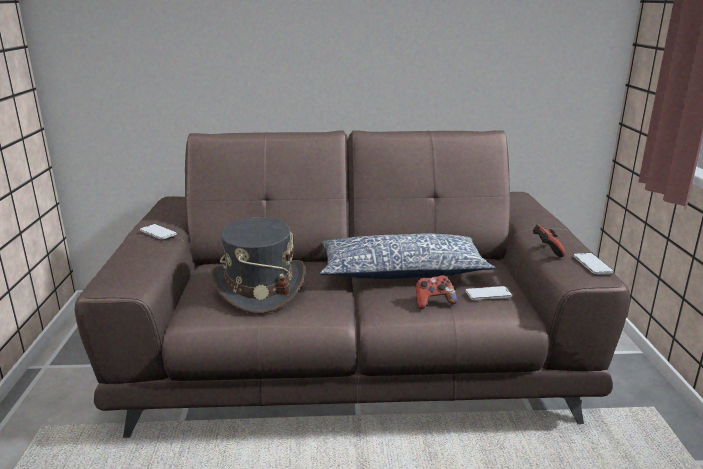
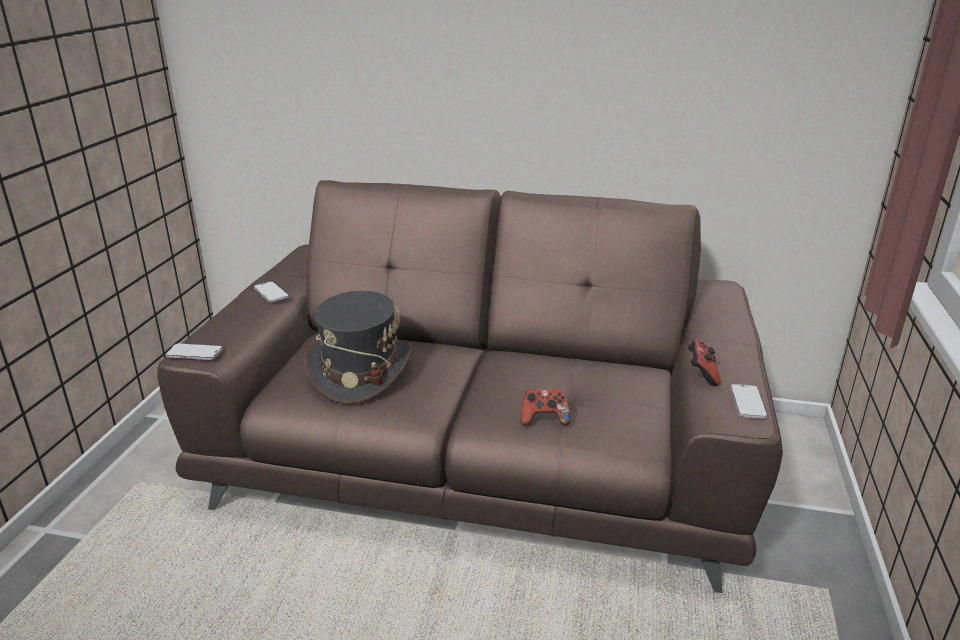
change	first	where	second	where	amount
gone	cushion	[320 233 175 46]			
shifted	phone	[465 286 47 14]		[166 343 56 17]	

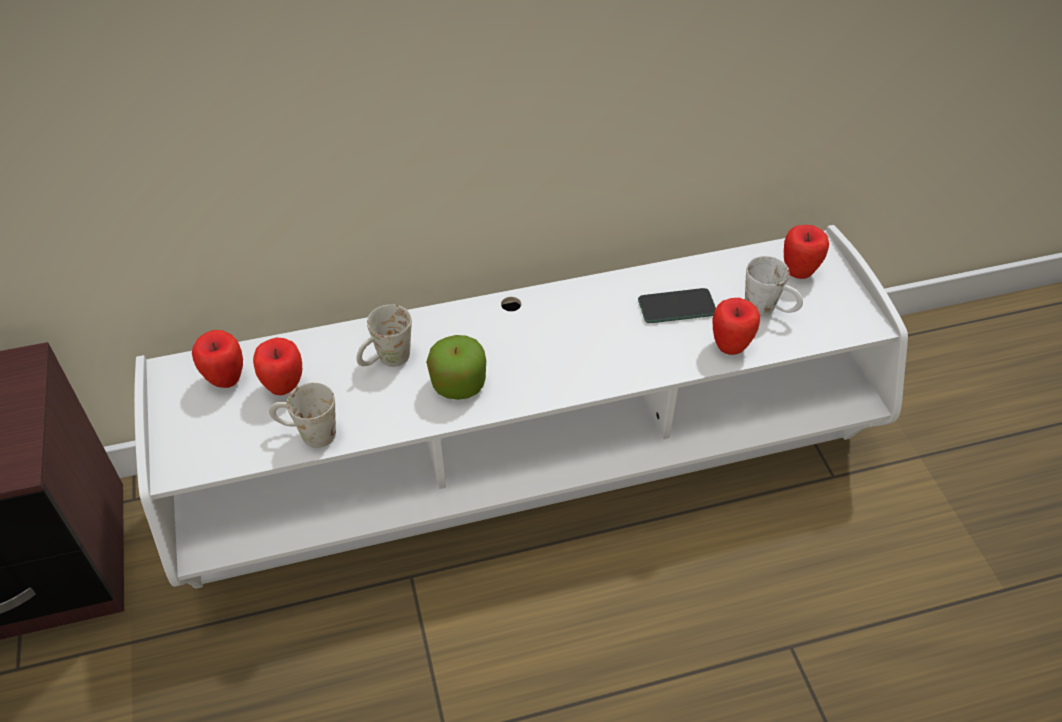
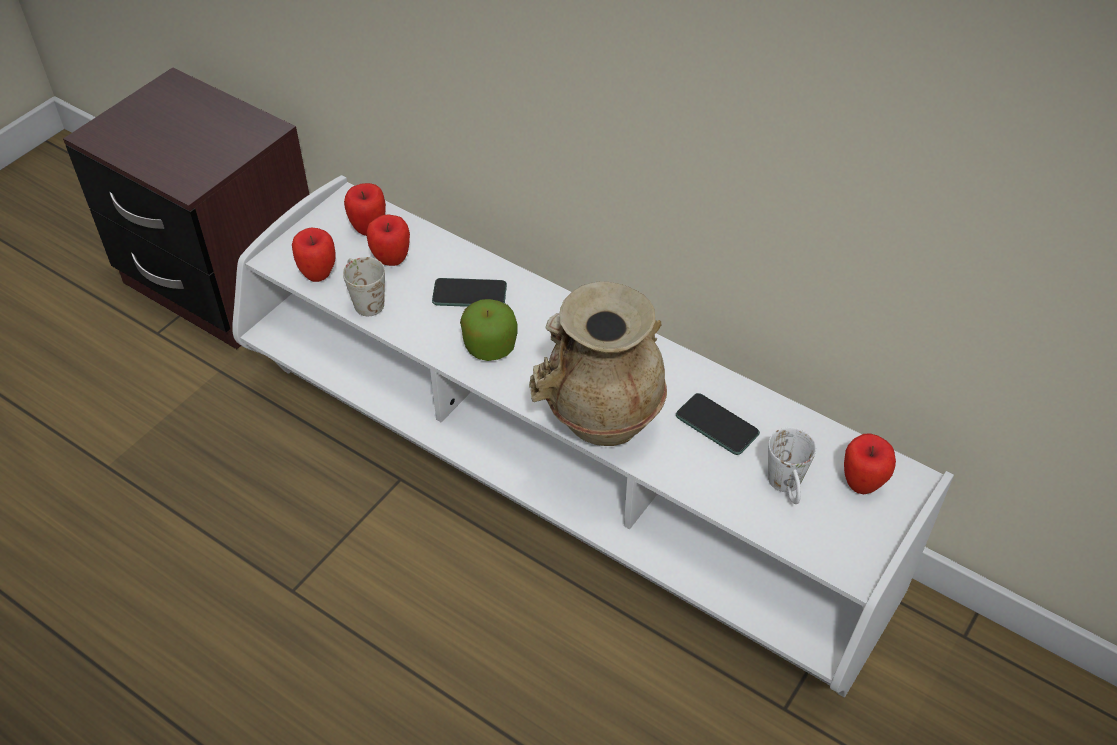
change	first	where	second	where	amount
shifted	apple fruit	[713 298 47 57]		[292 228 44 54]	
swapped	tea mug in white-coloured	[356 304 56 63]	phone	[432 278 75 29]	
new			flower vase in beige-coloured	[529 281 138 165]	

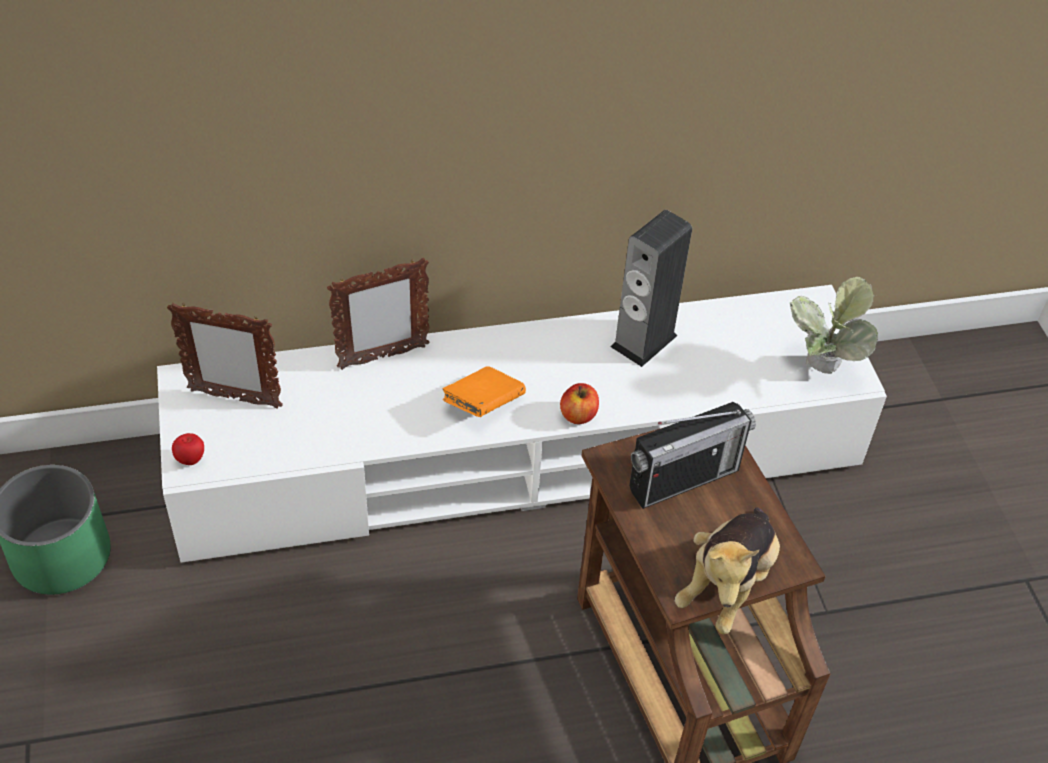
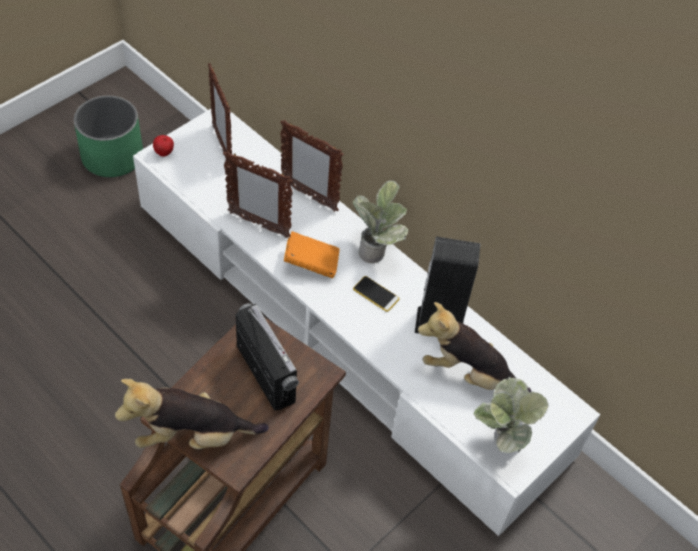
change	first	where	second	where	amount
gone	apple fruit	[560 383 39 41]			
rotated	radio	[629 402 127 107]		[235 303 64 107]	150 degrees counterclockwise
new			photo frame	[223 151 70 87]	
new			houseplant	[353 181 55 82]	
new			phone	[353 276 46 36]	
new			soft toy	[418 302 114 90]	

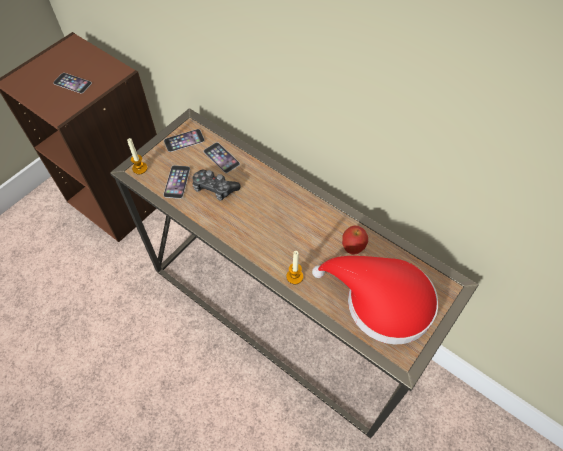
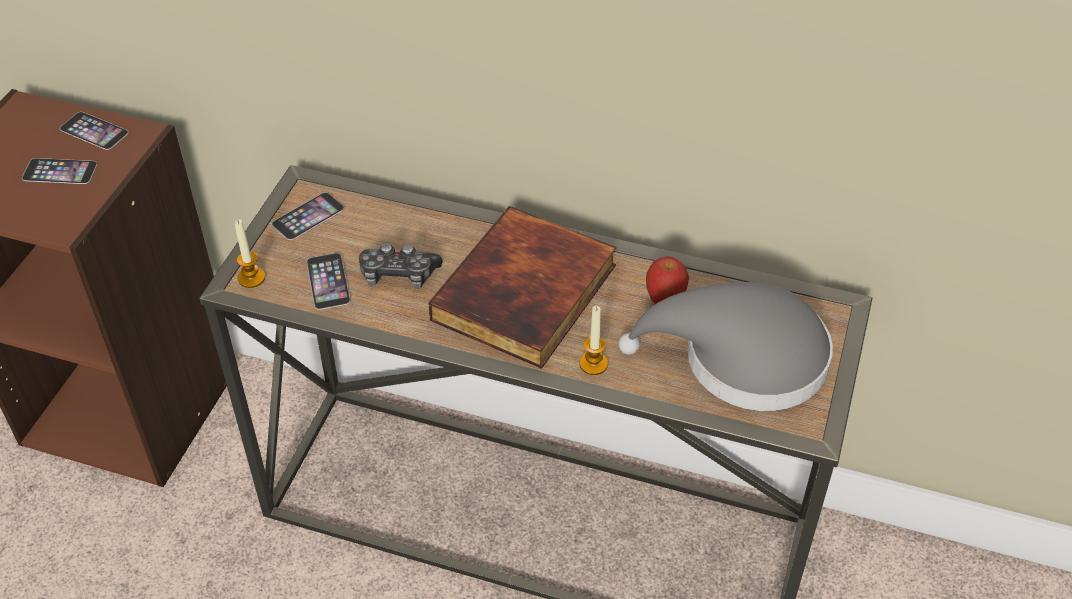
change	first	where	second	where	amount
shifted	phone	[204 142 36 31]		[59 112 69 38]	
repainted	hat in red	[312 256 126 89]	hat in grey	[619 282 214 129]	
new			volume	[428 206 188 163]	

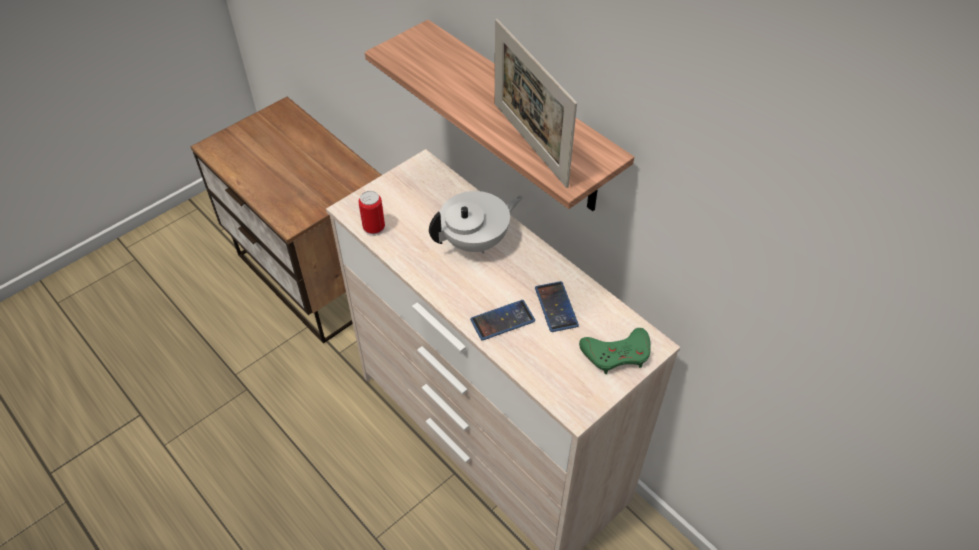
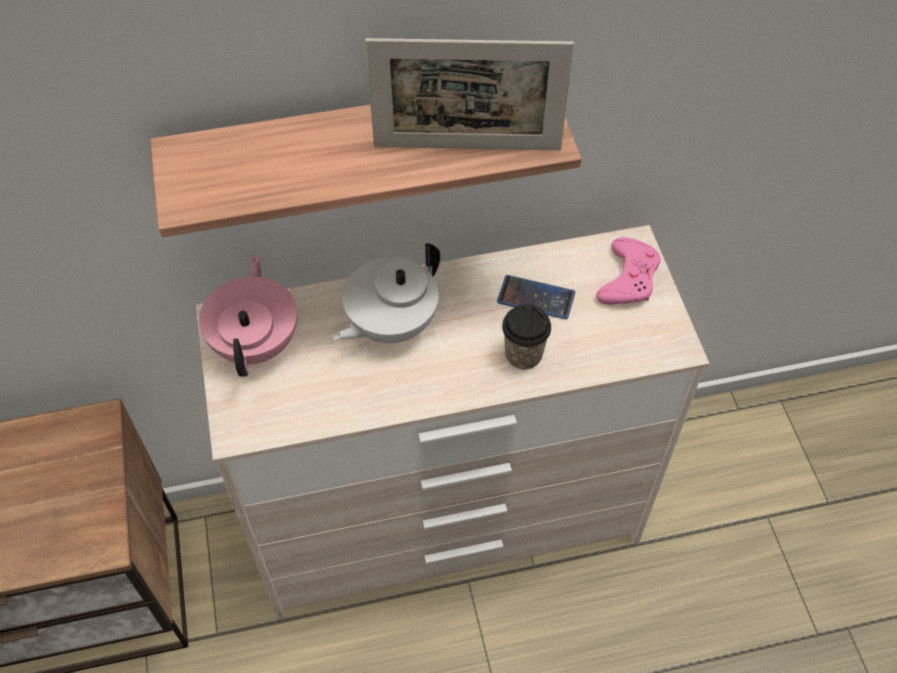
change	first	where	second	where	amount
gone	can	[359 191 26 45]			
rotated	teapot in white-coloured	[429 191 94 63]		[332 243 108 100]	135 degrees counterclockwise
swapped	phone	[470 300 65 41]	cup	[502 304 49 66]	
repainted	gamepad in greenish	[579 328 72 46]	gamepad in pinkish	[596 238 65 67]	
new			teapot in pinkish	[199 255 98 122]	

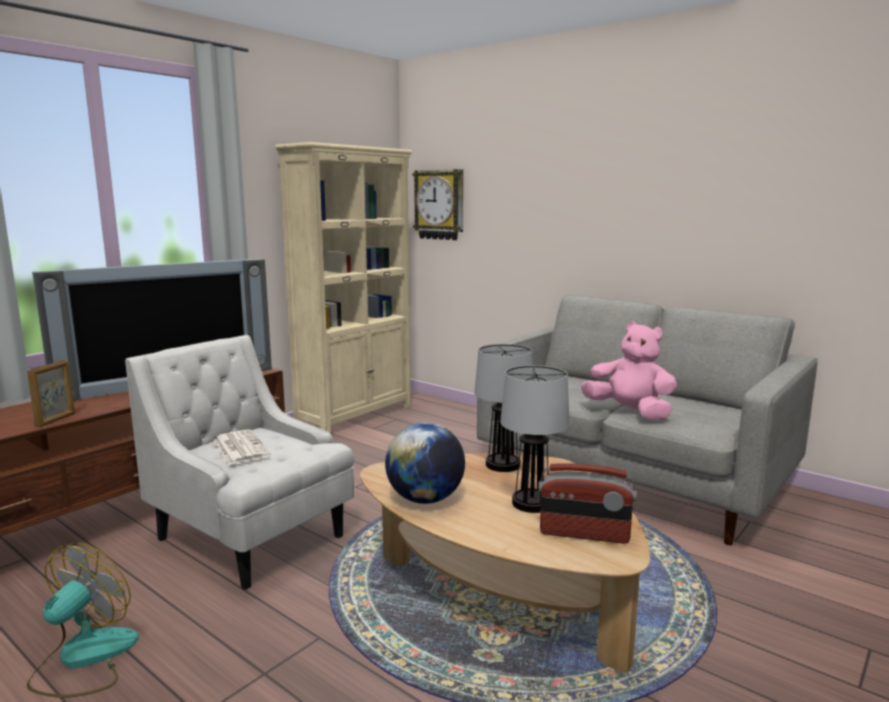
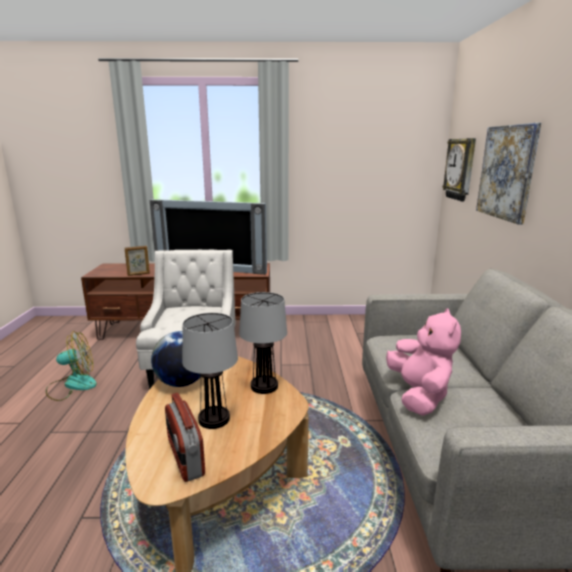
change	first	where	second	where	amount
gone	shelving unit in beige-coloured	[275 142 138 292]			
gone	newspaper	[214 429 57 36]			
new			wall art	[476 123 65 102]	

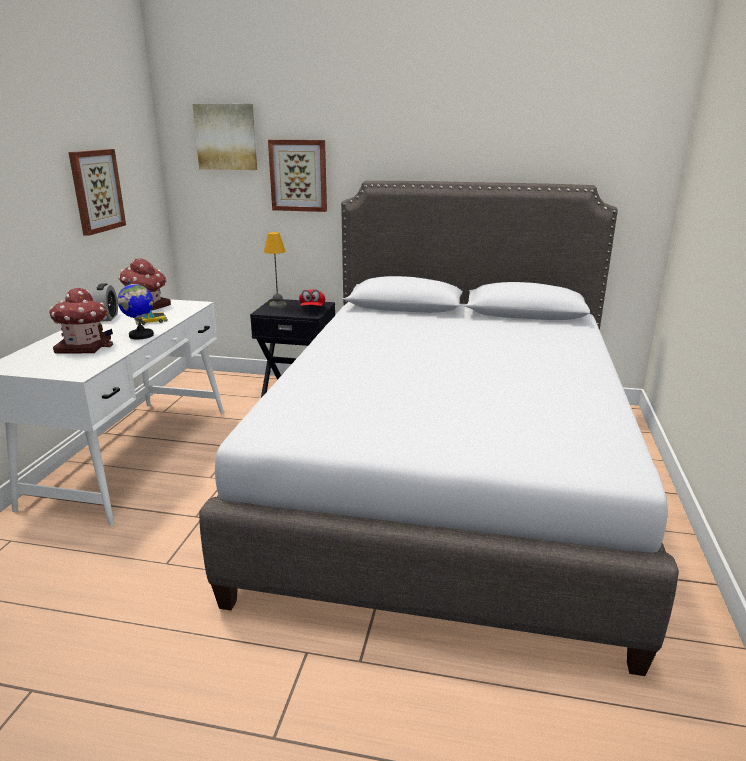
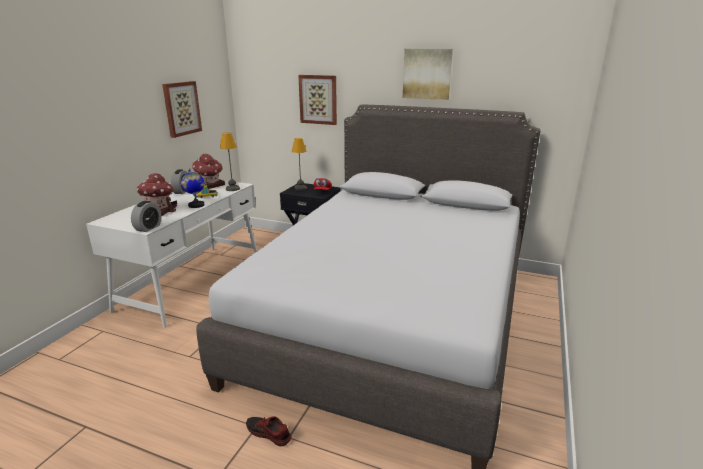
change	first	where	second	where	amount
shifted	wall art	[192 104 65 66]		[403 49 50 51]	
new			table lamp	[220 132 20 59]	
new			bedside clock	[131 201 31 31]	
new			shoe	[246 416 45 30]	

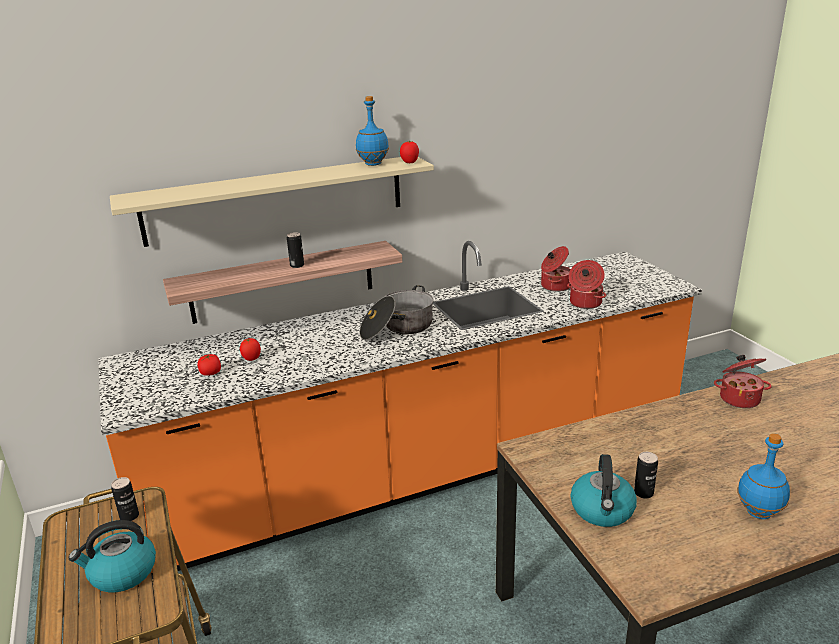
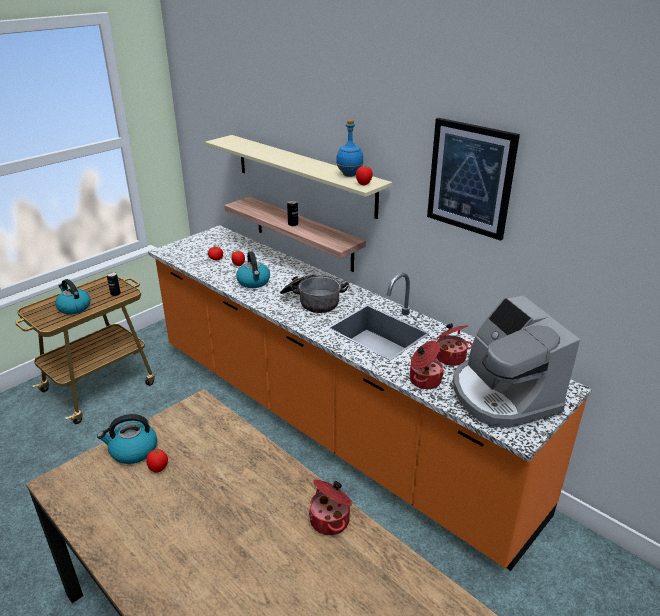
change	first	where	second	where	amount
gone	bottle in bluish	[737 433 53 86]			
swapped	can	[634 452 24 47]	fresh tomato	[146 449 22 24]	
new			wall art	[427 118 93 123]	
new			tea kettle	[236 252 34 36]	
new			coffee brewer	[453 296 127 132]	

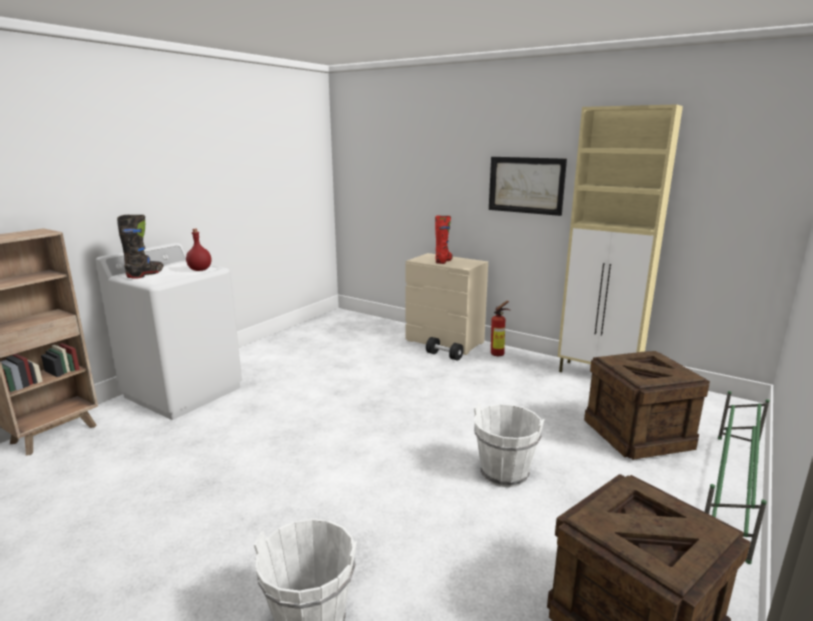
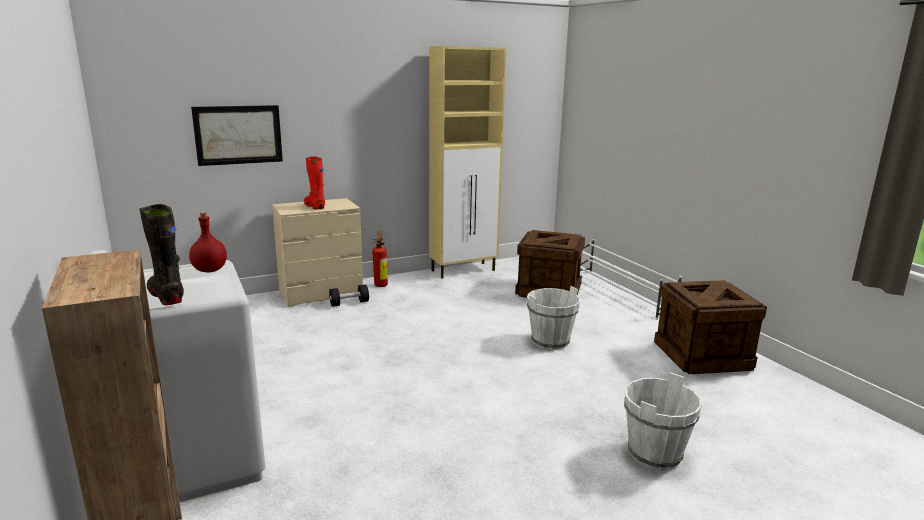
change	first	where	second	where	amount
shifted	wall art	[489 157 78 59]		[191 105 92 61]	
repainted	shoe rack in greenish	[705 391 65 173]	shoe rack in white-coloured	[580 239 102 81]	

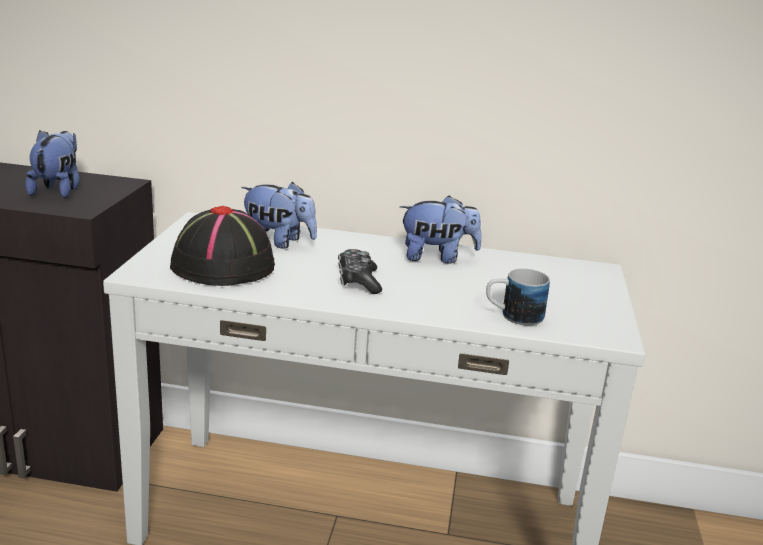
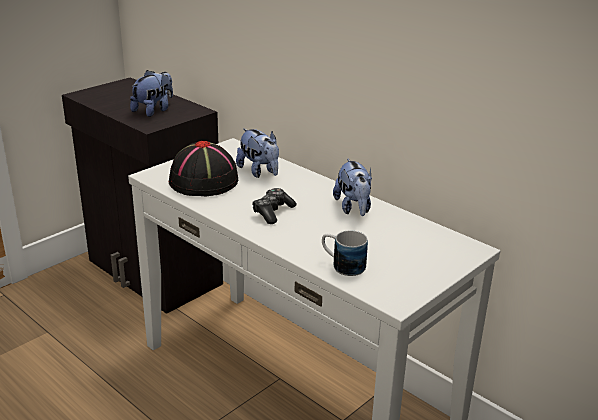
change	first	where	second	where	amount
rotated	soft toy	[400 195 82 69]		[333 159 39 57]	45 degrees clockwise

